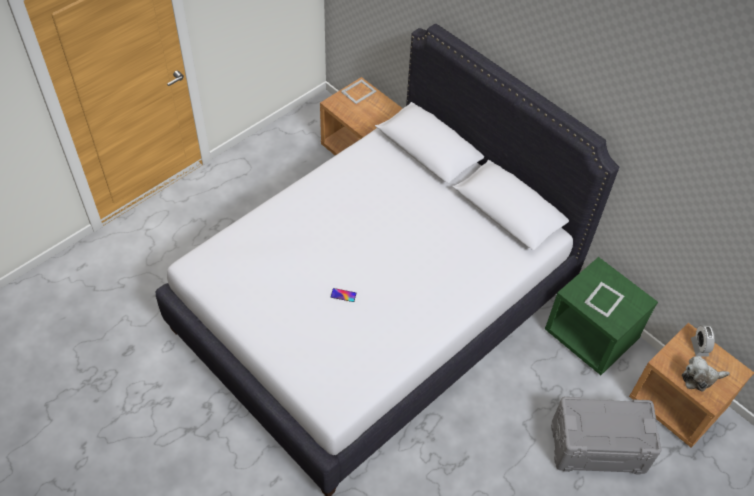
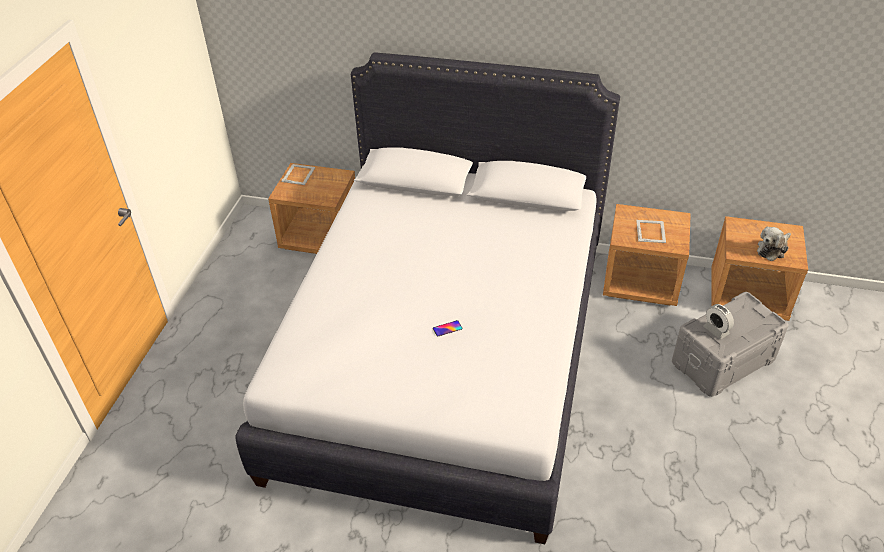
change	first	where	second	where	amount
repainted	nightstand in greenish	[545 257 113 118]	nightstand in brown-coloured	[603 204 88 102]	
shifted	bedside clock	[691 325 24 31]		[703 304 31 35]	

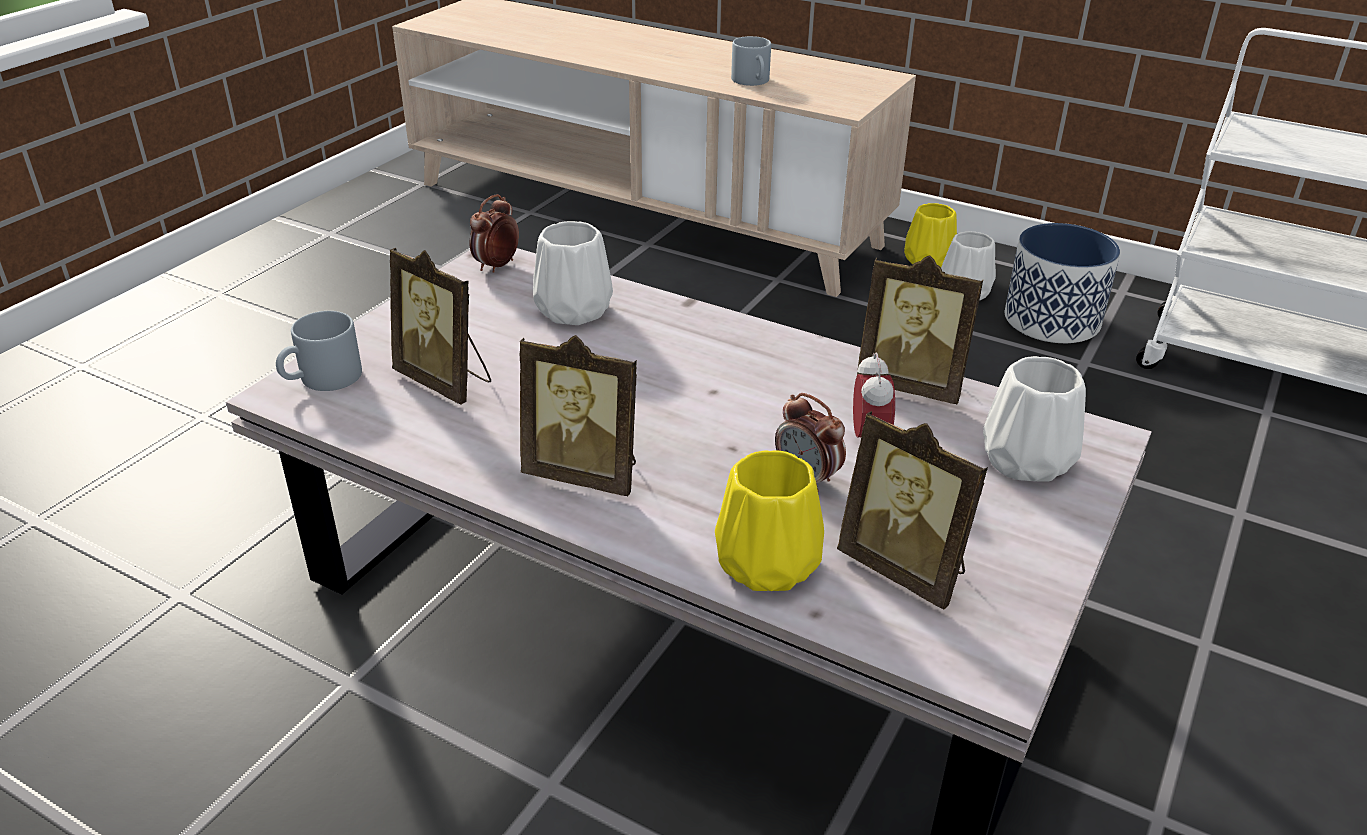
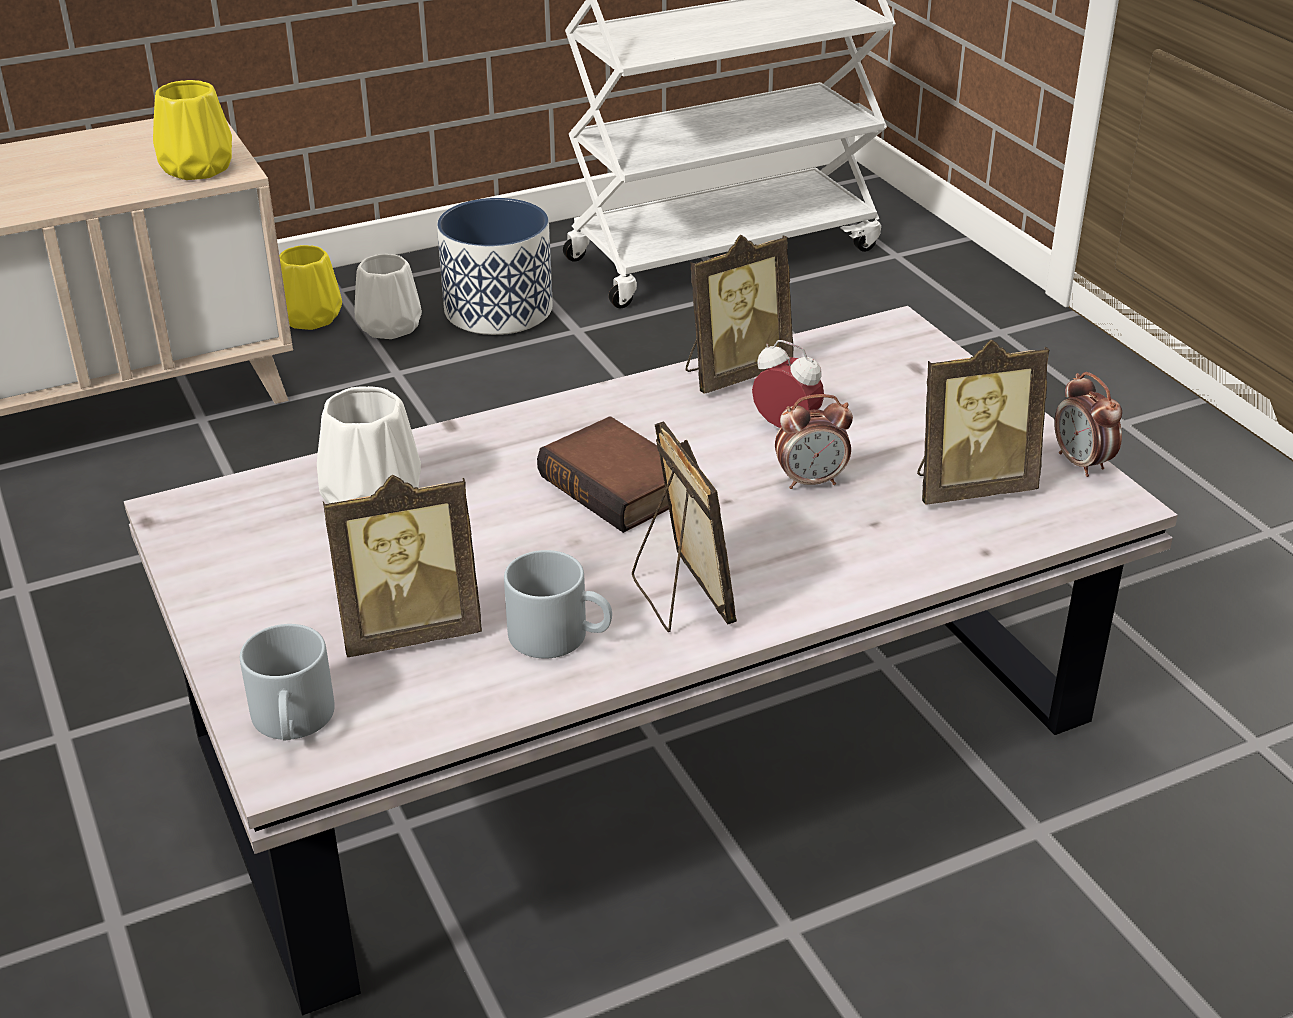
change	first	where	second	where	amount
shifted	tea mug in grey	[731 36 40 50]		[504 550 108 108]	
shifted	bedside clock	[469 194 50 79]		[1054 372 68 105]	
rotated	photo frame	[520 335 117 161]		[632 421 105 211]	75 degrees counterclockwise
gone	flower vase in white-coloured	[983 356 103 126]			
shifted	flower vase in yellow	[715 450 109 141]		[153 80 79 100]	
new			volume	[537 416 132 117]	

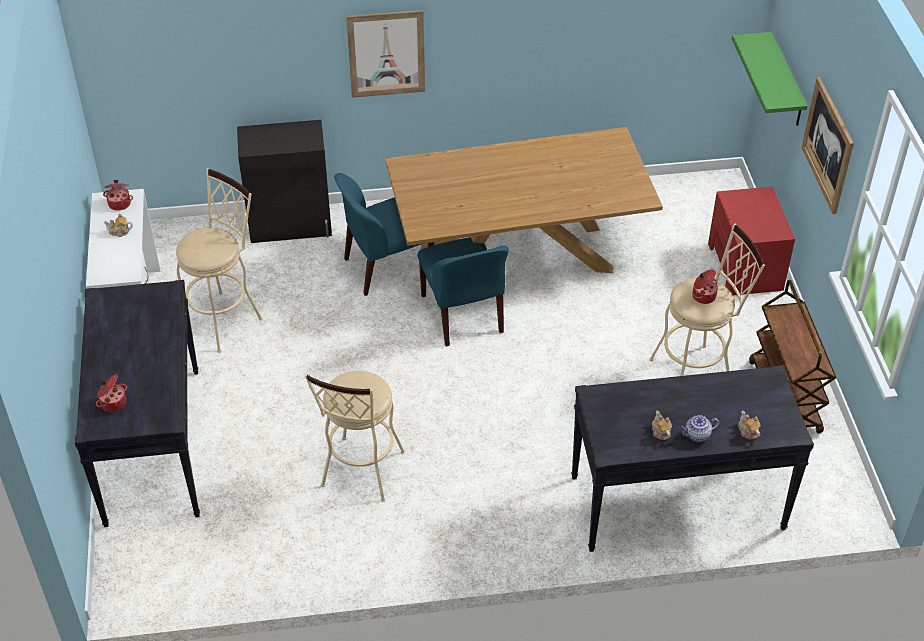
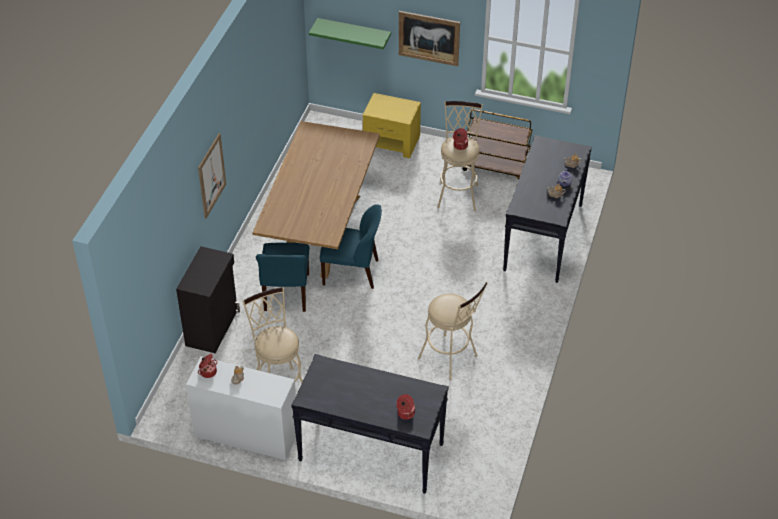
change	first	where	second	where	amount
repainted	nightstand in red	[708 187 87 108]	nightstand in yellow	[363 93 58 65]	

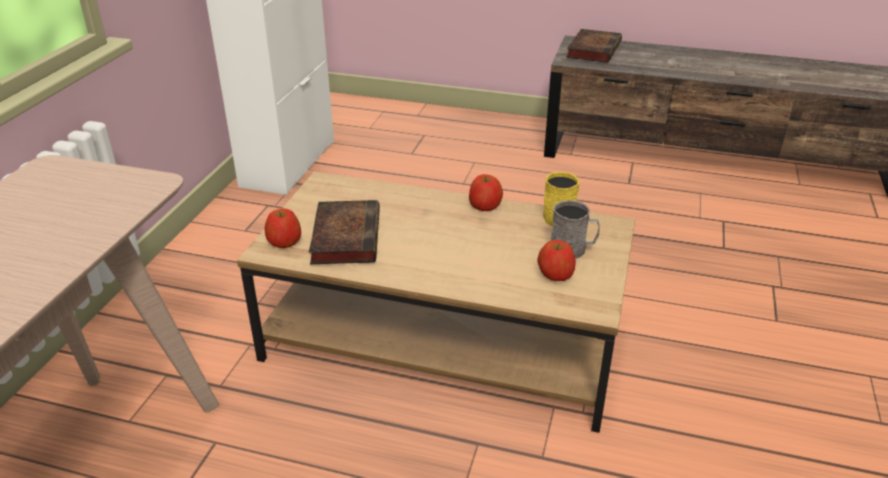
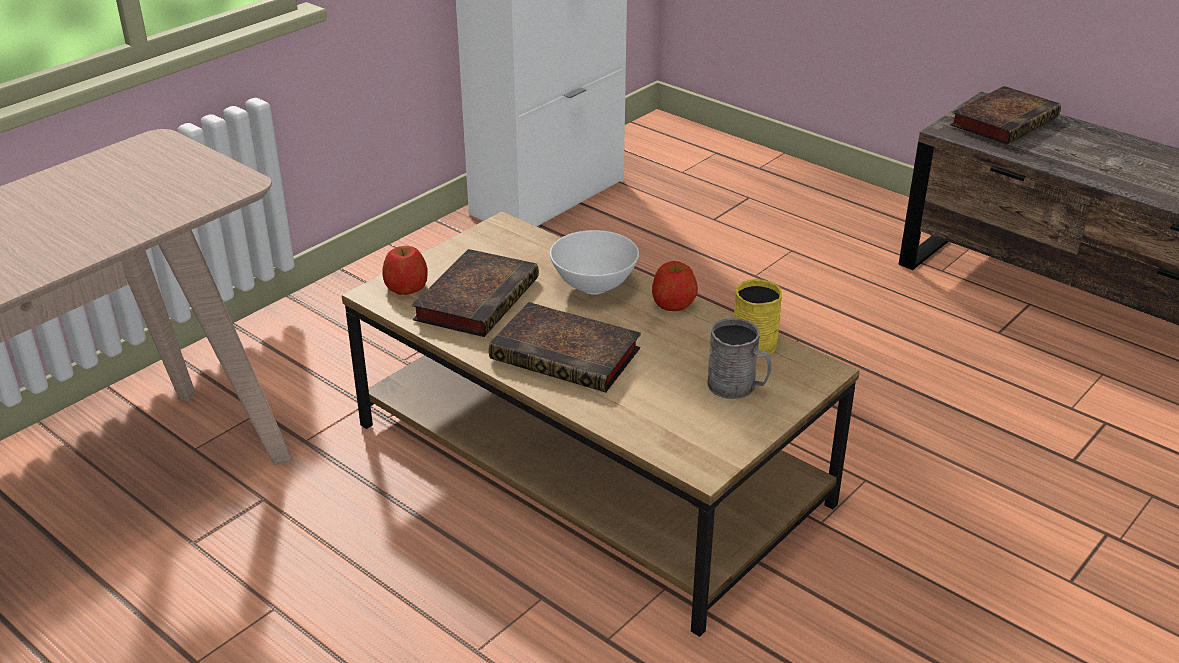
change	first	where	second	where	amount
gone	apple fruit	[537 240 39 41]			
new			serving bowl in white-coloured	[550 230 89 65]	
new			volume	[489 302 152 90]	

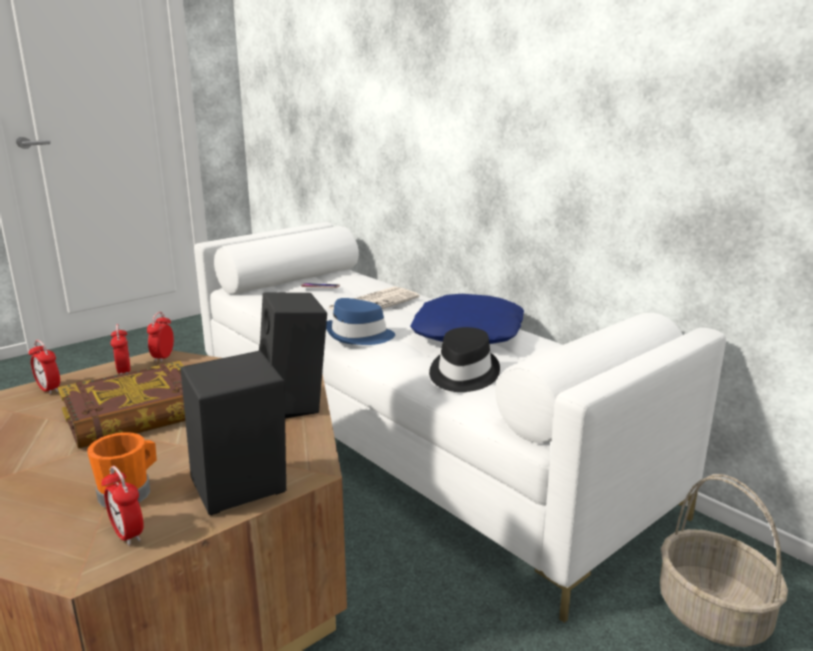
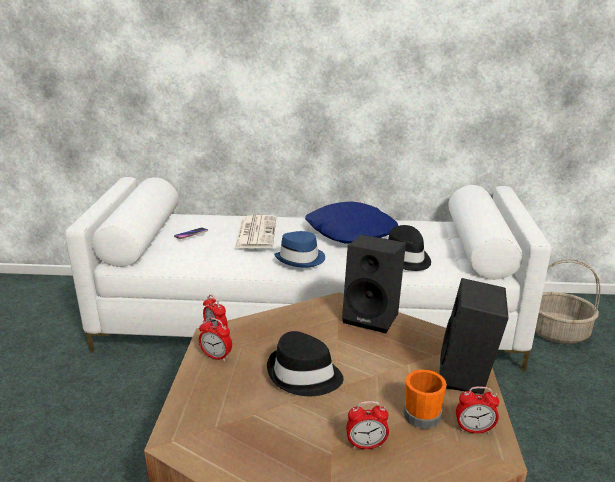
change	first	where	second	where	amount
shifted	bedside clock	[29 340 31 55]		[346 401 43 48]	
swapped	volume	[58 361 127 88]	hat in black	[267 331 76 65]	

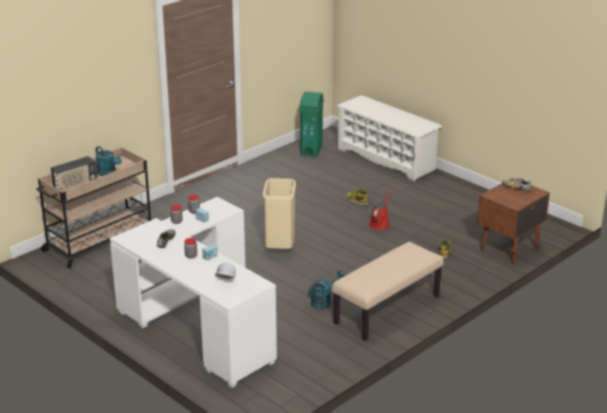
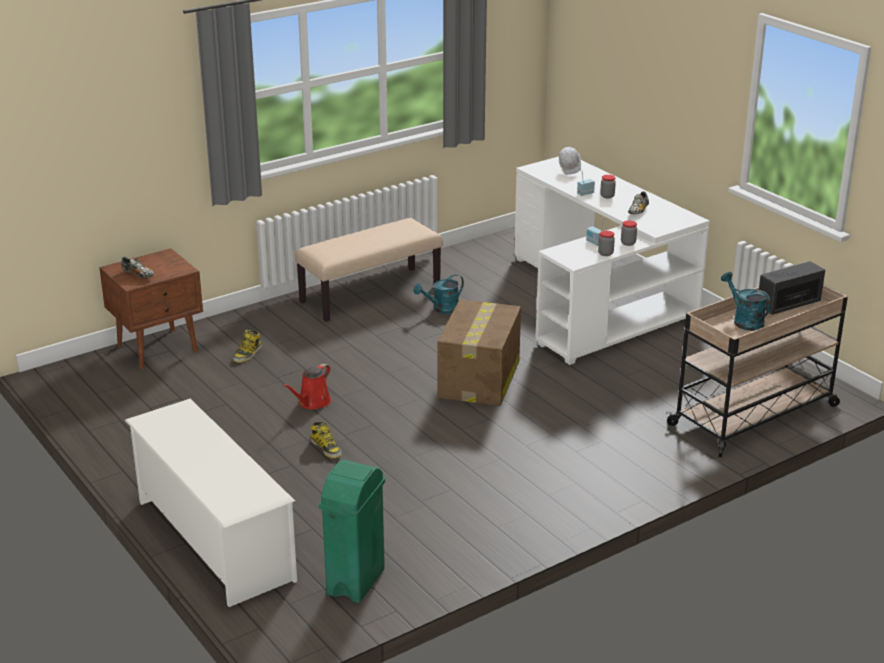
change	first	where	second	where	amount
swapped	rubbish bin in beige-coloured	[263 178 33 71]	packing box	[437 299 84 107]	

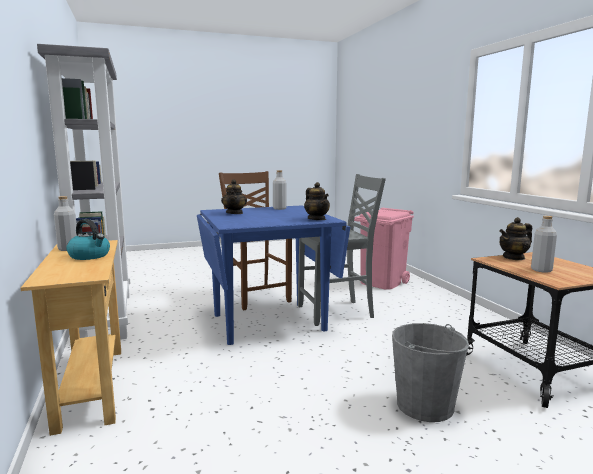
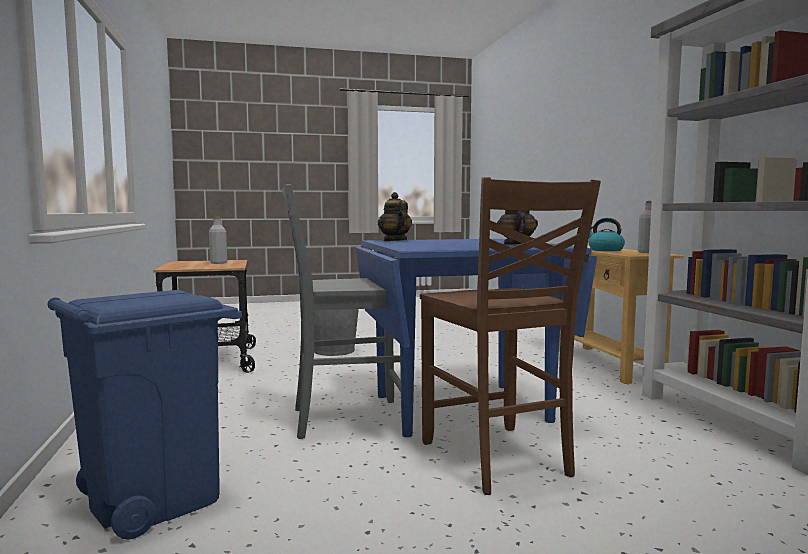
change	first	where	second	where	amount
gone	bottle in grey	[273 170 14 40]			
repainted	rubbish bin in pinkish	[354 207 60 83]	rubbish bin in bluish	[47 290 195 250]	
gone	teapot	[499 217 33 43]			

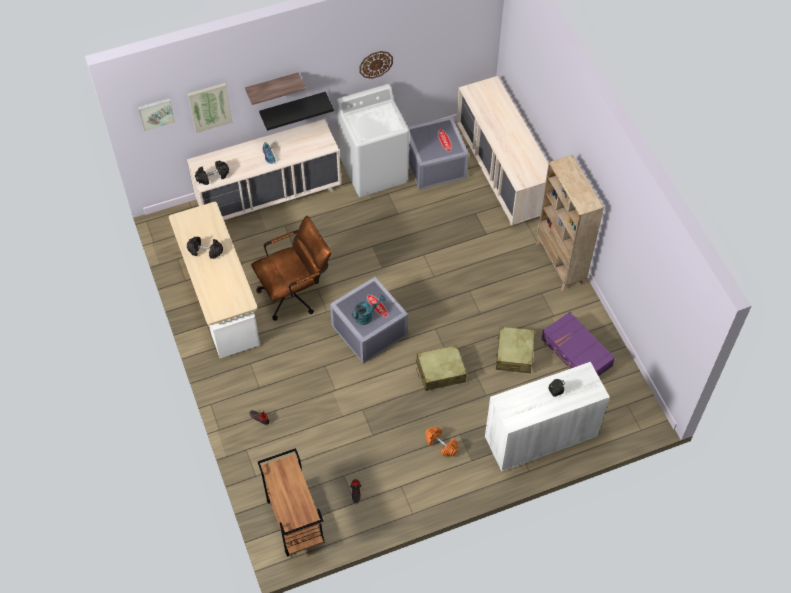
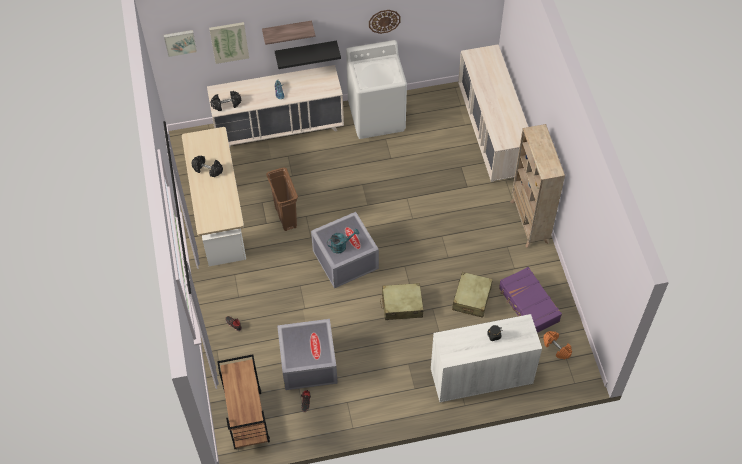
change	first	where	second	where	amount
shifted	storage container in grey	[408 117 61 73]		[277 319 61 71]	
swapped	computer chair in brown-coloured	[251 216 80 105]	rubbish bin in brown-coloured	[266 167 32 64]	
shifted	free weight in orangey	[425 427 33 30]		[543 331 29 28]	

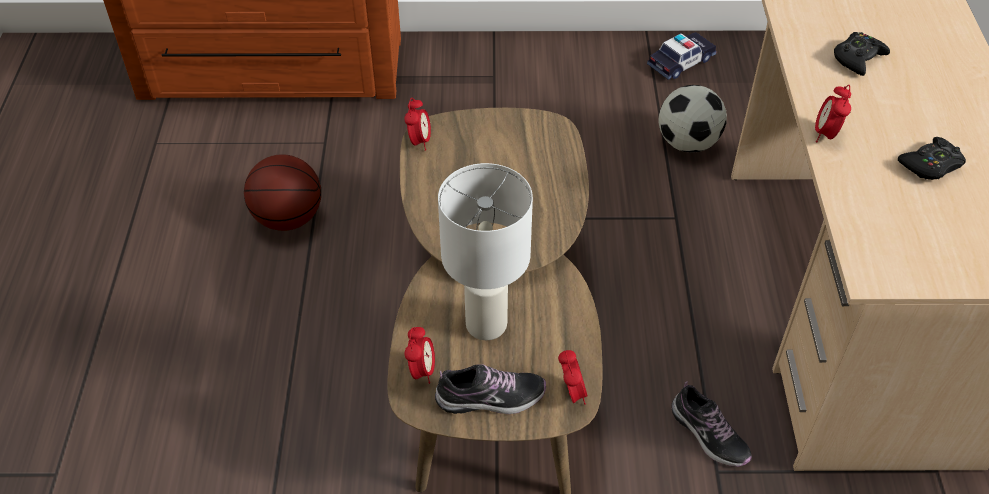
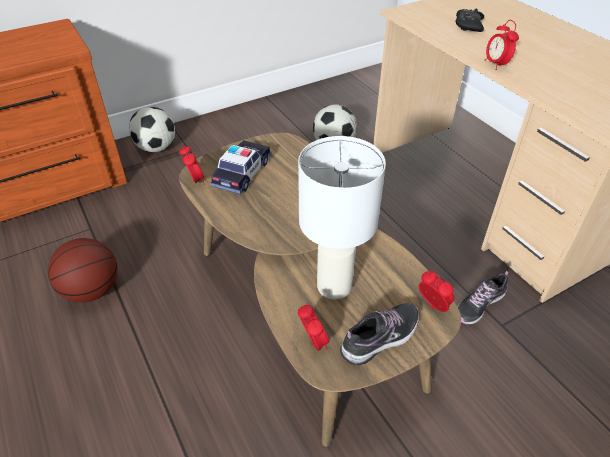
change	first	where	second	where	amount
shifted	miniature car	[647 32 70 48]		[210 140 62 54]	
gone	gamepad in black	[898 137 68 43]			
rotated	shoe	[672 381 80 86]		[457 271 51 53]	120 degrees clockwise
new			football	[129 107 46 45]	

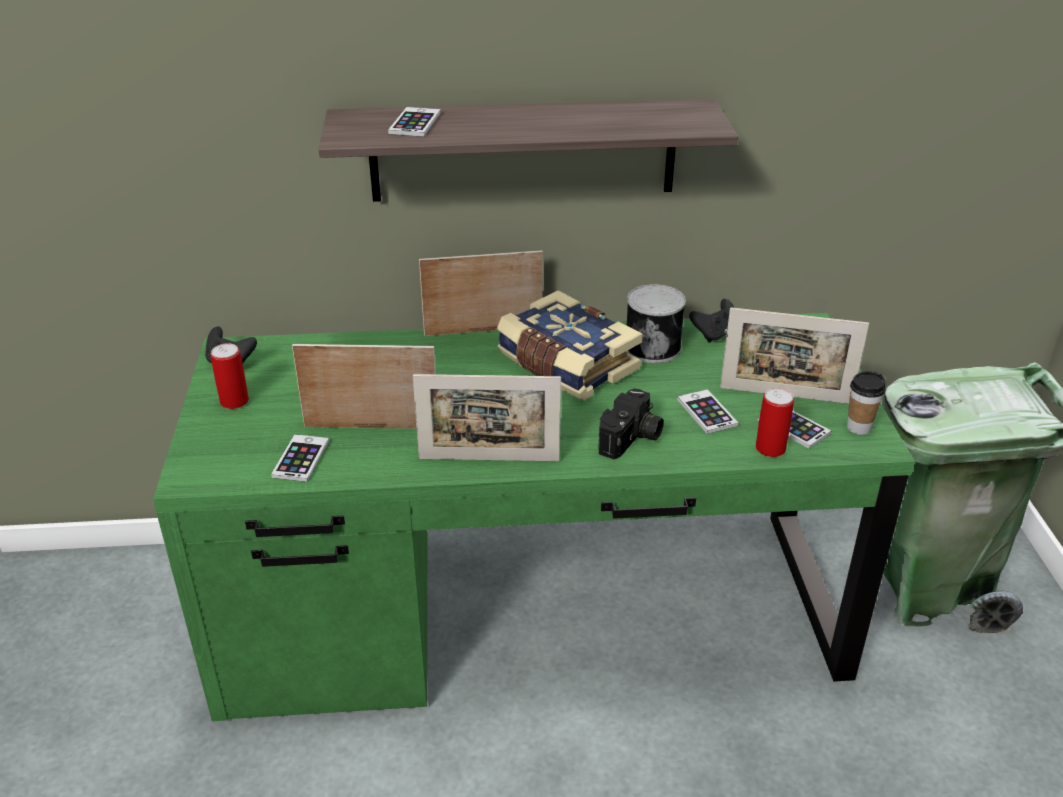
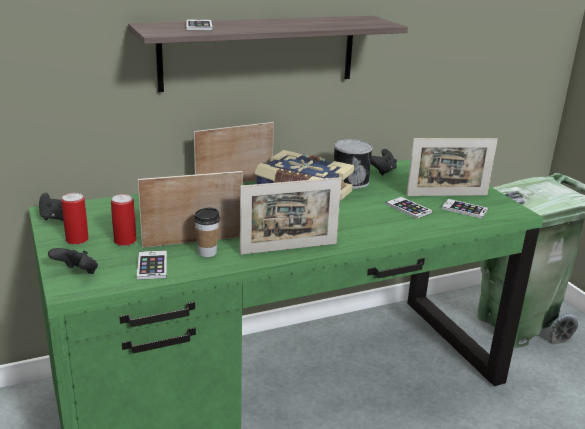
change	first	where	second	where	amount
shifted	cup	[847 371 39 64]		[194 208 26 49]	
gone	photo camera	[599 388 65 71]			
shifted	can	[756 388 38 69]		[111 194 25 52]	
new			gamepad in black	[48 248 50 26]	

